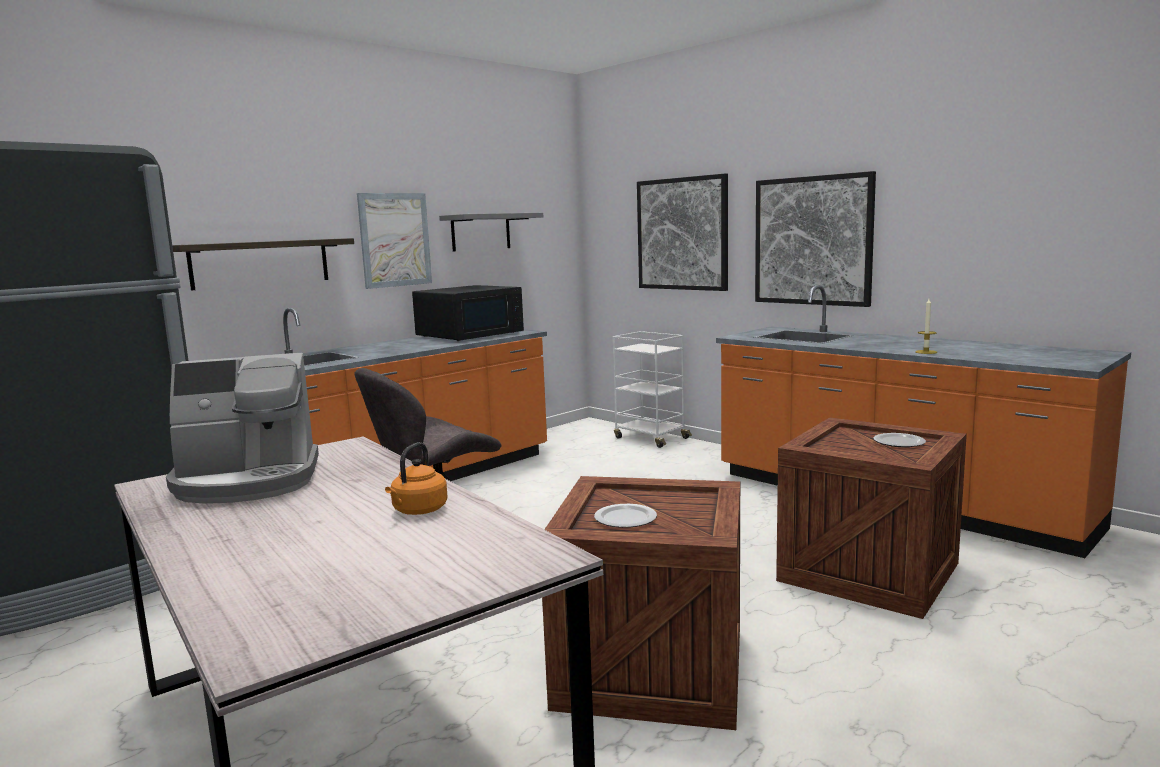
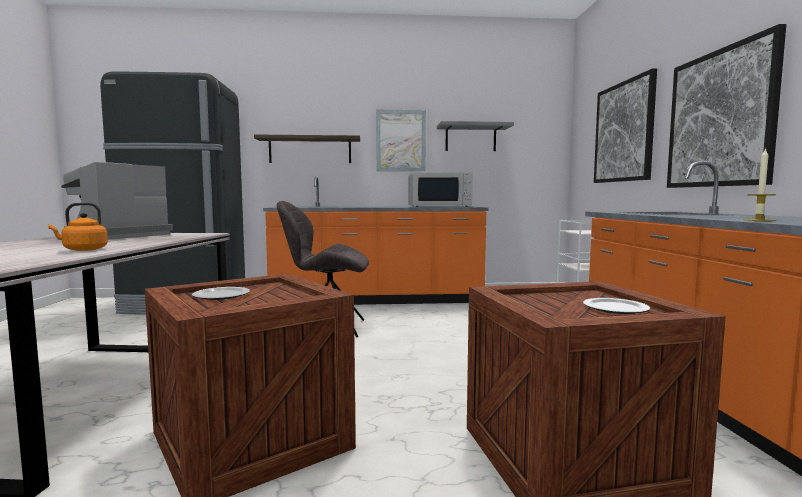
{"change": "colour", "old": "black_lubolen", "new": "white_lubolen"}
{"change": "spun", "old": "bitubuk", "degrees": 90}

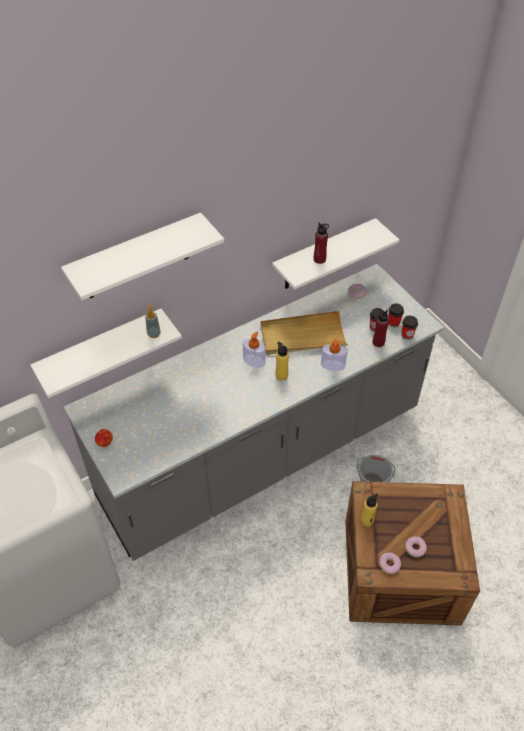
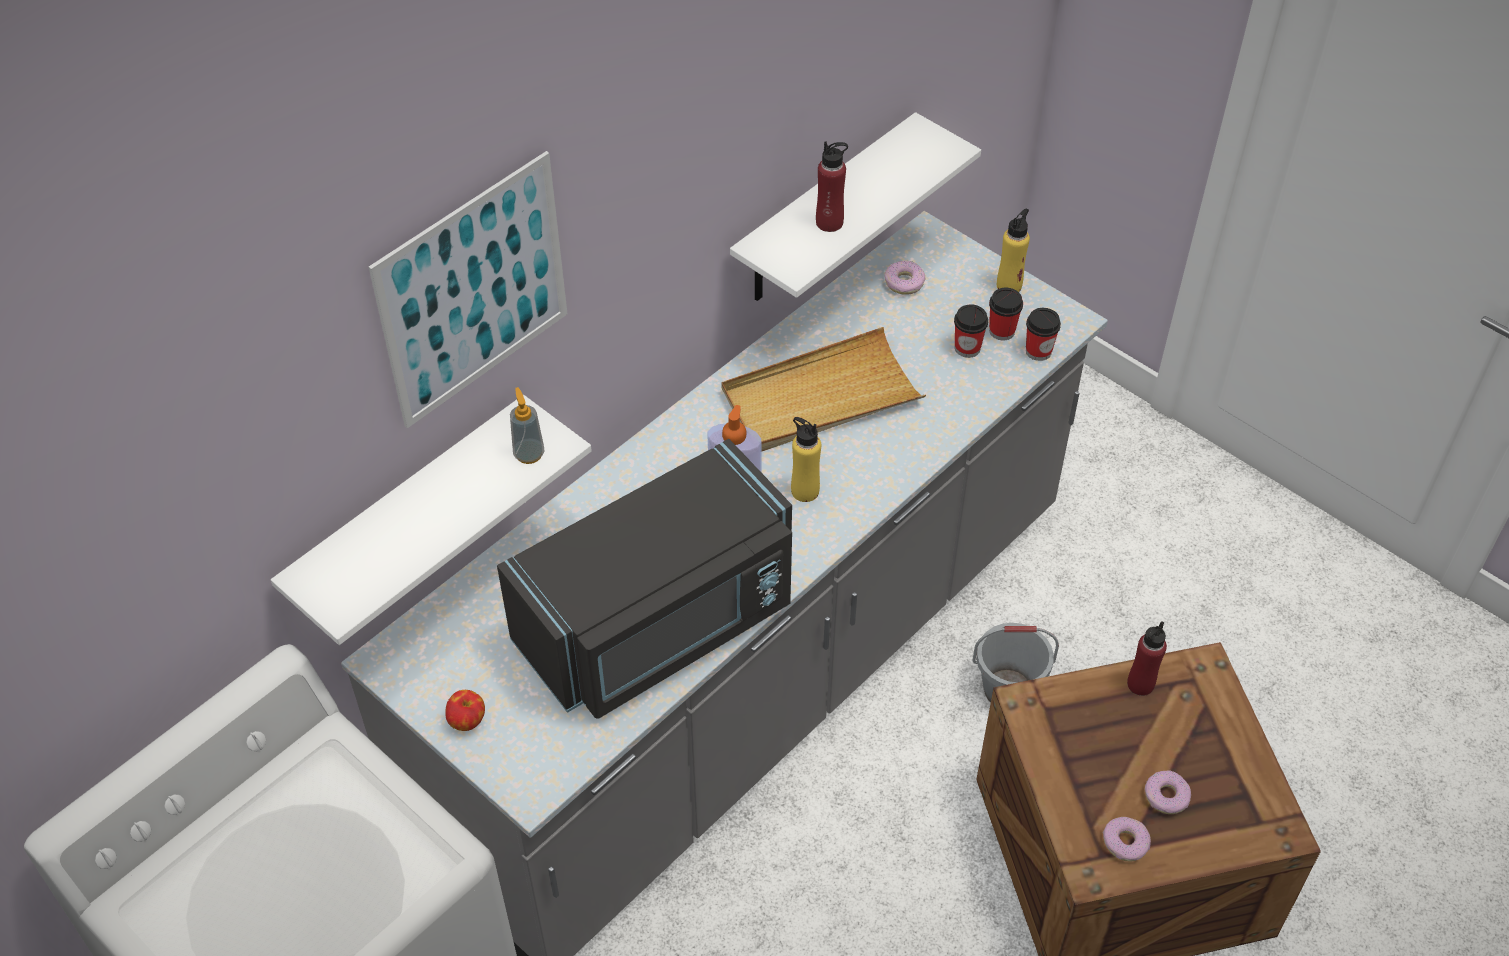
{"change": "exchanged", "old": "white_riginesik (no. 2 from left)", "new": "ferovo"}
{"change": "relocated", "old": "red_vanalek (no. 2 from left)"}
{"change": "missing", "old": "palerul (no. 3 from left)"}
{"change": "relocated", "old": "yellow_vanalek (no. 2 from left)"}
{"change": "appeared", "new": "black_lubolen"}

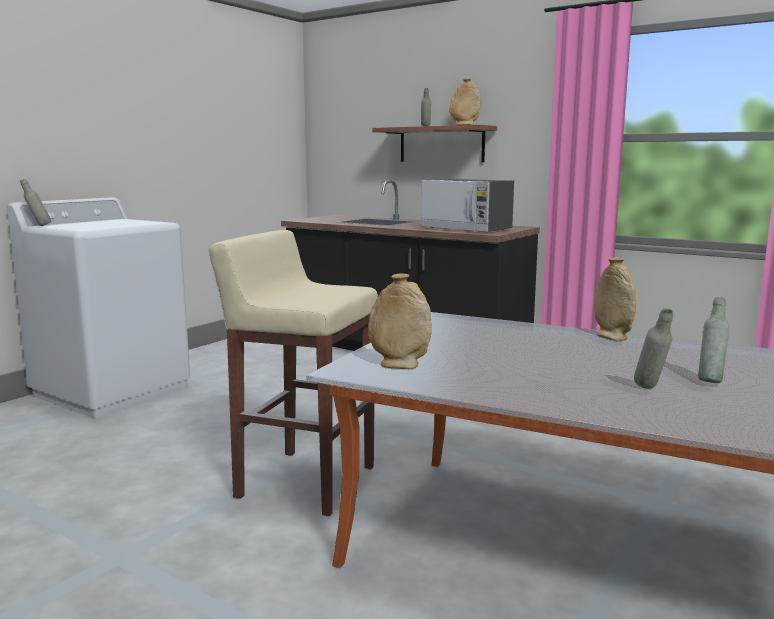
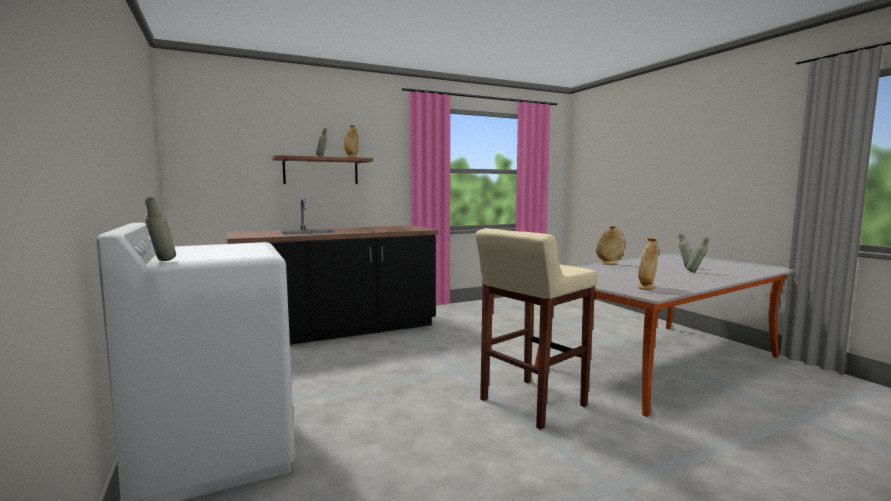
{"change": "missing", "old": "lubolen"}

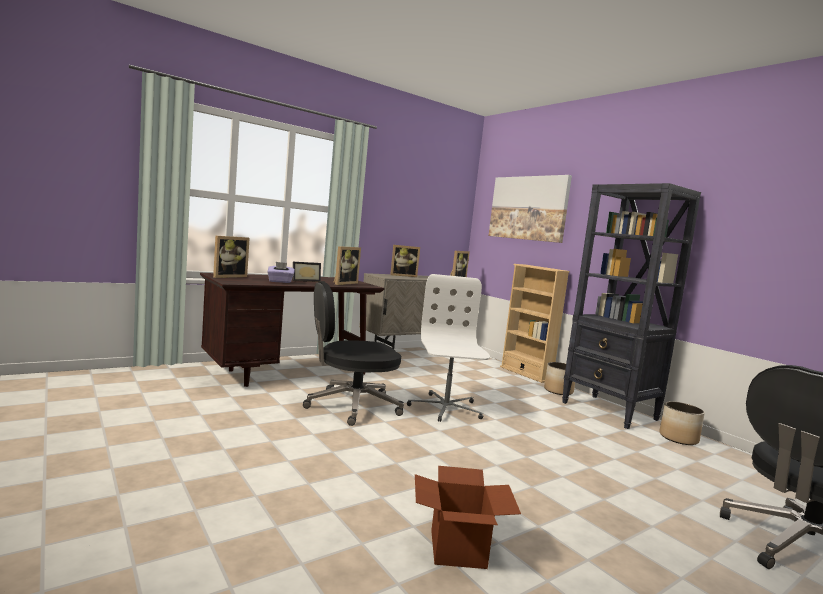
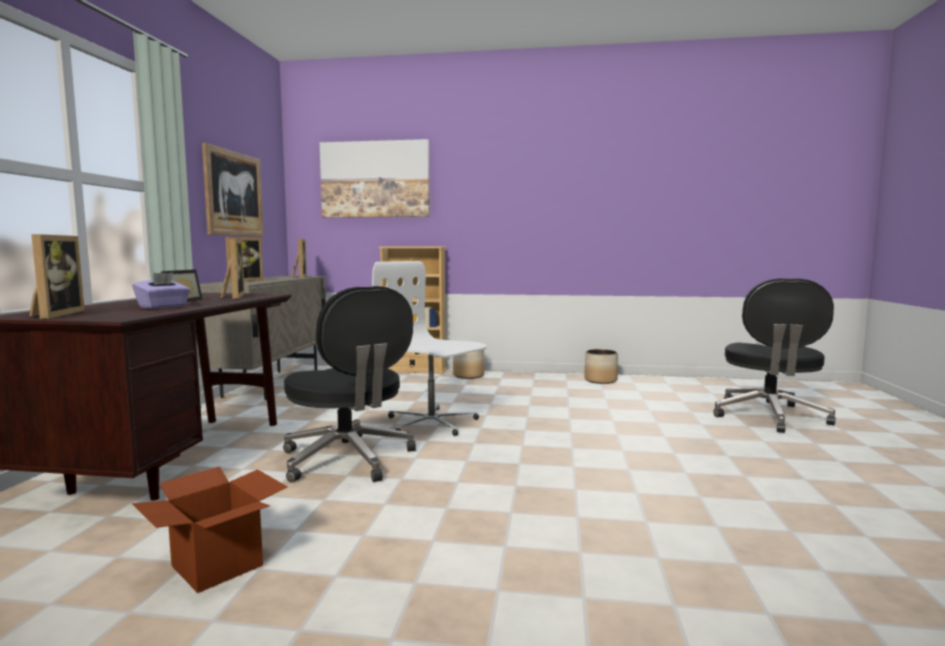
{"change": "missing", "old": "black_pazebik"}
{"change": "spun", "old": "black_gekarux (no. 1 from left)", "degrees": -60}
{"change": "relocated", "old": "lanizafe"}
{"change": "appeared", "new": "ferovo (no. 1 from left)"}

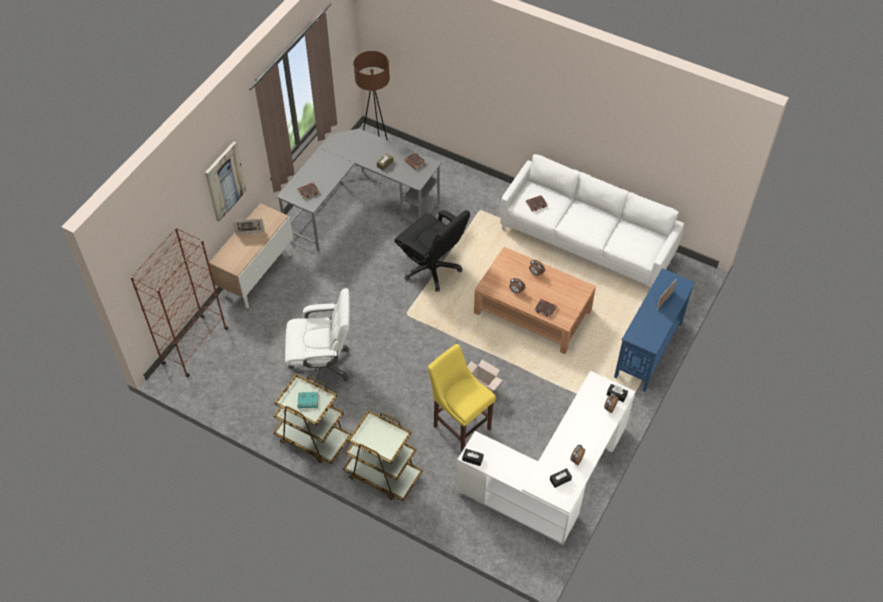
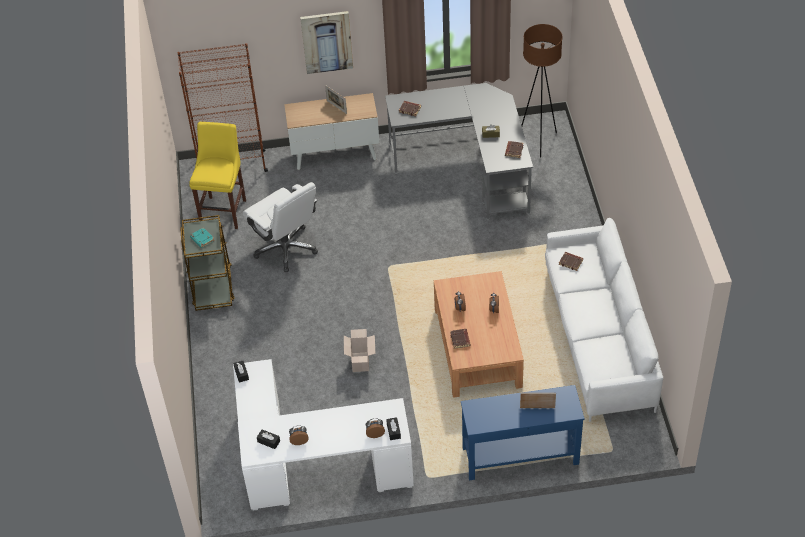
{"change": "missing", "old": "black_gekarux"}
{"change": "relocated", "old": "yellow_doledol"}
{"change": "missing", "old": "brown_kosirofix (no. 2 from left)"}

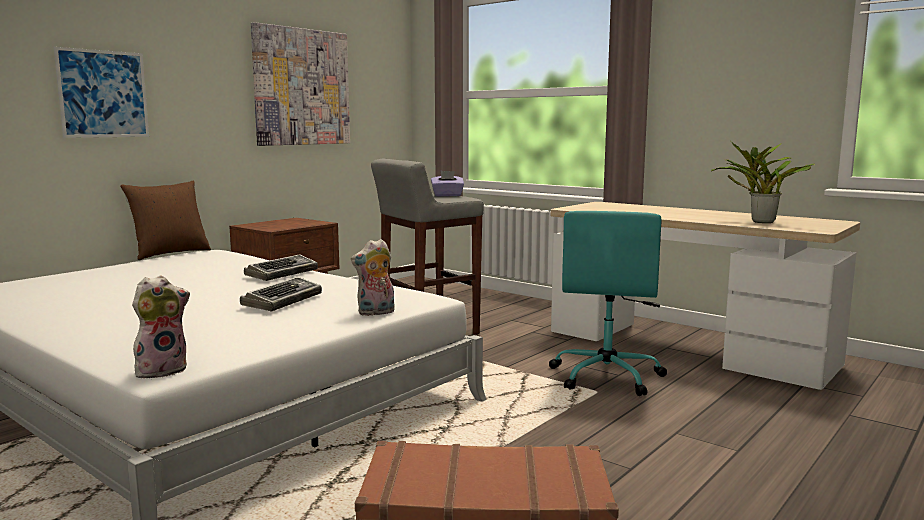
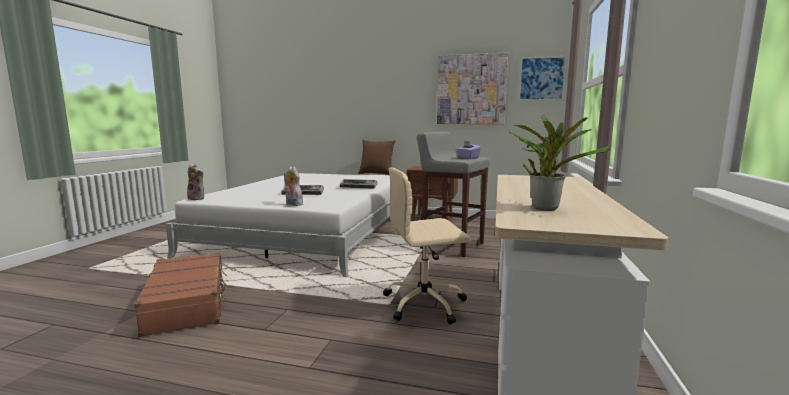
{"change": "relocated", "old": "ferovo (no. 1 from left in the first image)", "new": "ferovo (no. 2 from left)"}
{"change": "colour", "old": "turquoise_gekarux", "new": "beige_gekarux"}

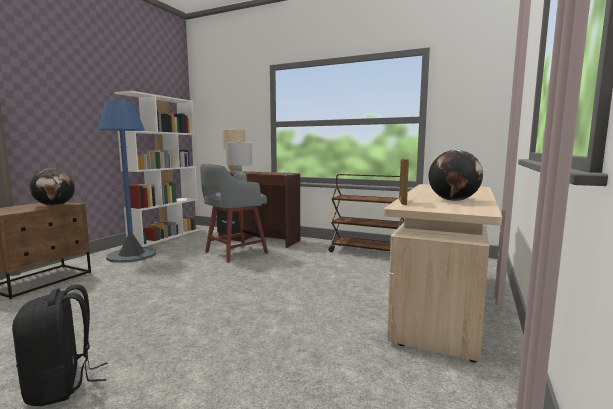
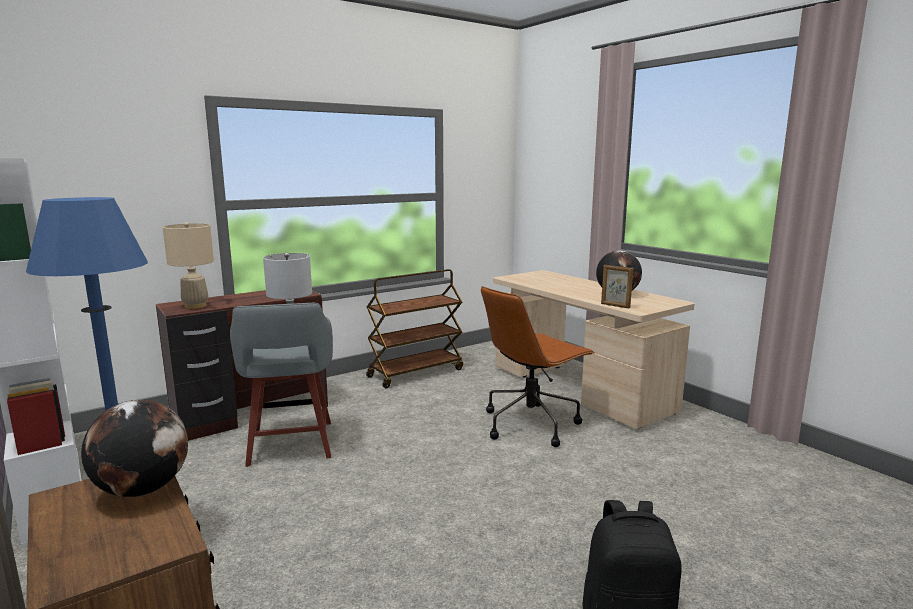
{"change": "appeared", "new": "brown_gekarux"}

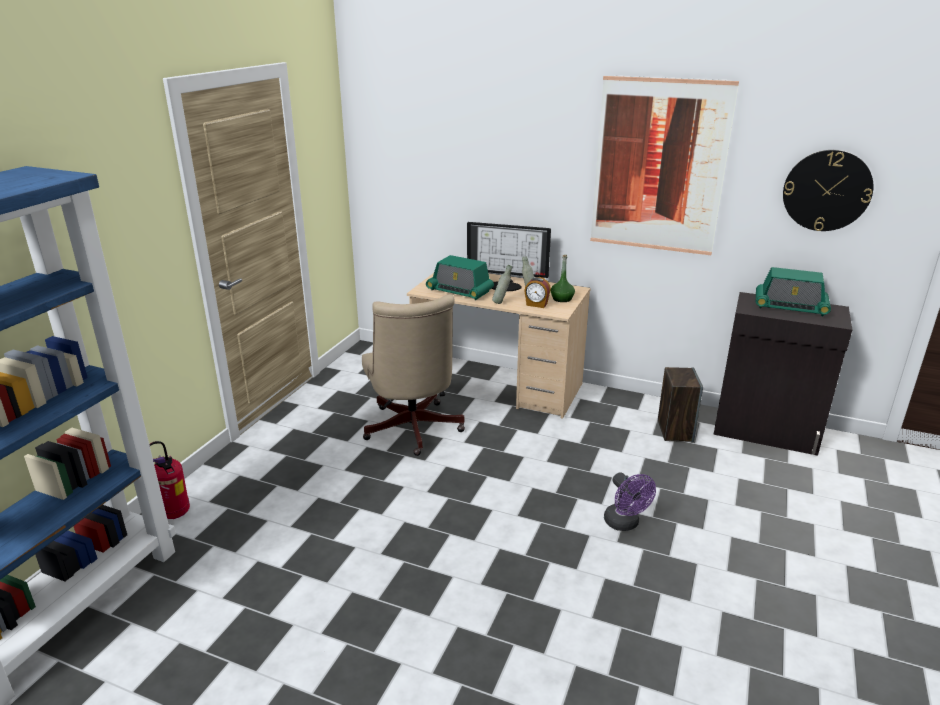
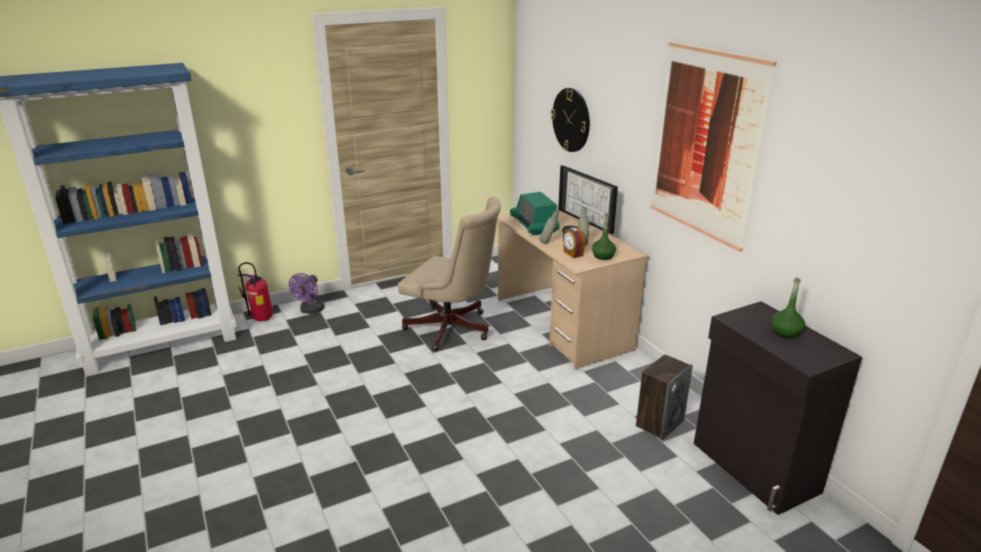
{"change": "relocated", "old": "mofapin"}
{"change": "exchanged", "old": "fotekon (no. 2 from left)", "new": "green_vanalek (no. 2 from left)"}
{"change": "spun", "old": "beige_gekarux", "degrees": -90}
{"change": "relocated", "old": "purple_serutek"}

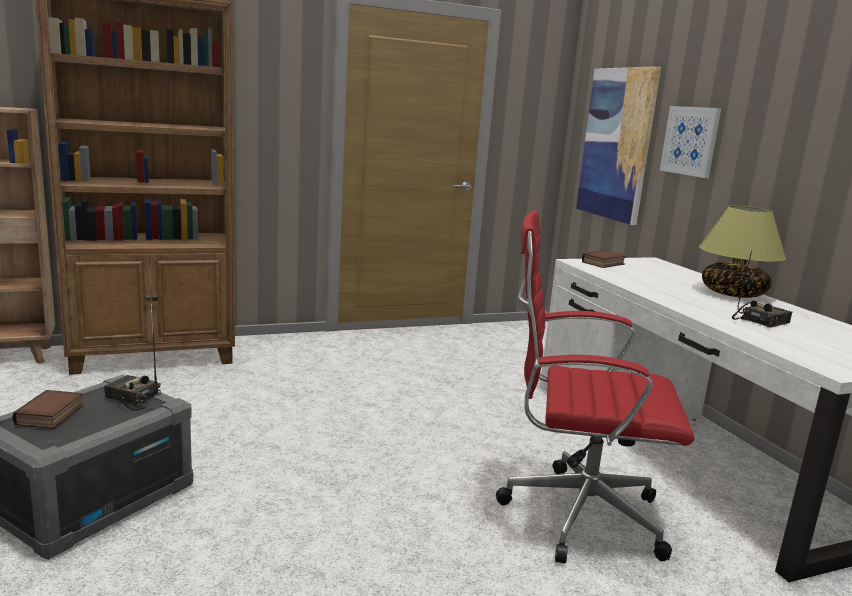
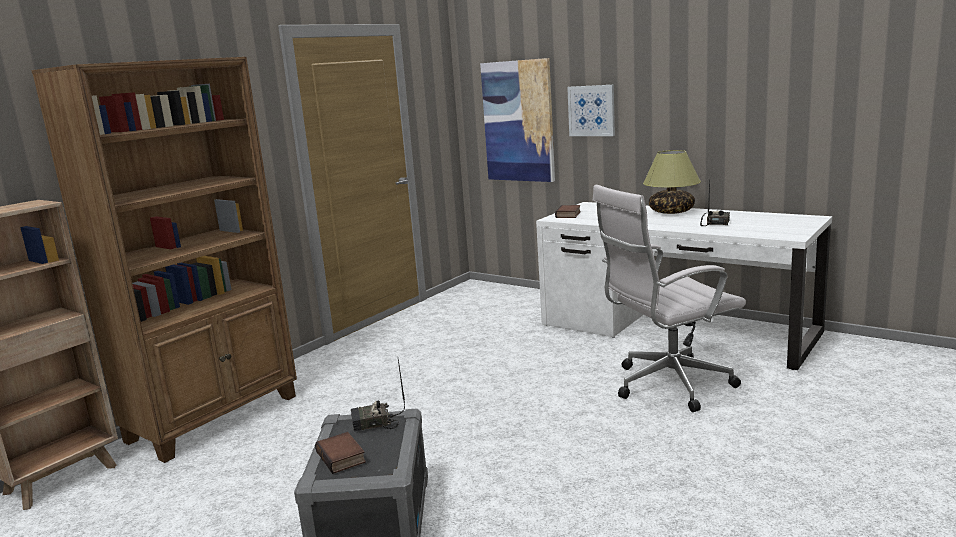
{"change": "colour", "old": "red_gekarux", "new": "white_gekarux"}

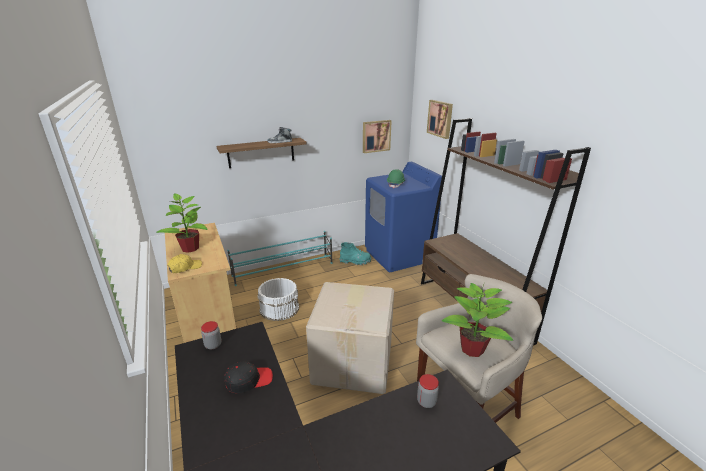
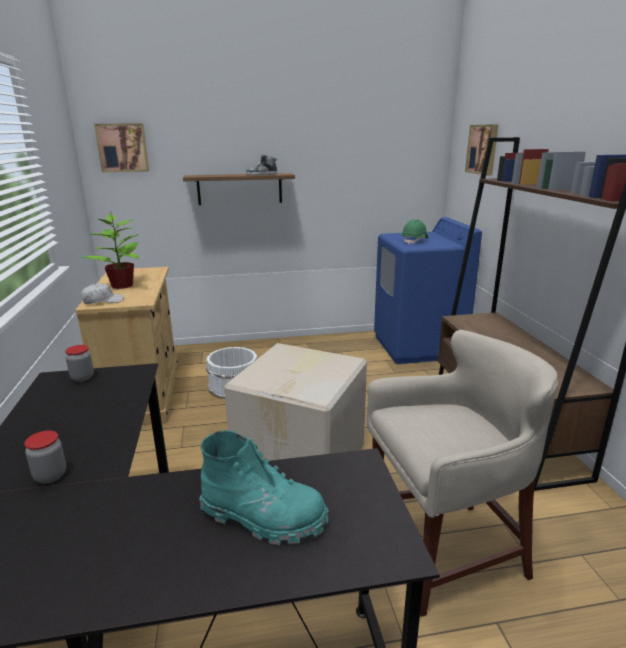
{"change": "relocated", "old": "ferovo (no. 1 from left)"}
{"change": "missing", "old": "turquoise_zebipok"}
{"change": "relocated", "old": "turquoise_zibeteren"}
{"change": "colour", "old": "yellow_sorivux", "new": "white_sorivux"}
{"change": "missing", "old": "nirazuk (no. 2 from left)"}
{"change": "missing", "old": "black_sorivux"}
{"change": "relocated", "old": "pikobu (no. 2 from left in the first image)", "new": "pikobu (no. 1 from left)"}

